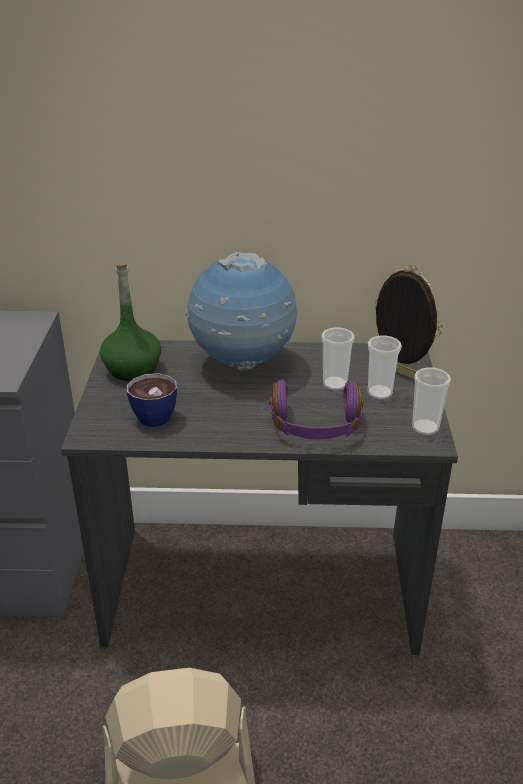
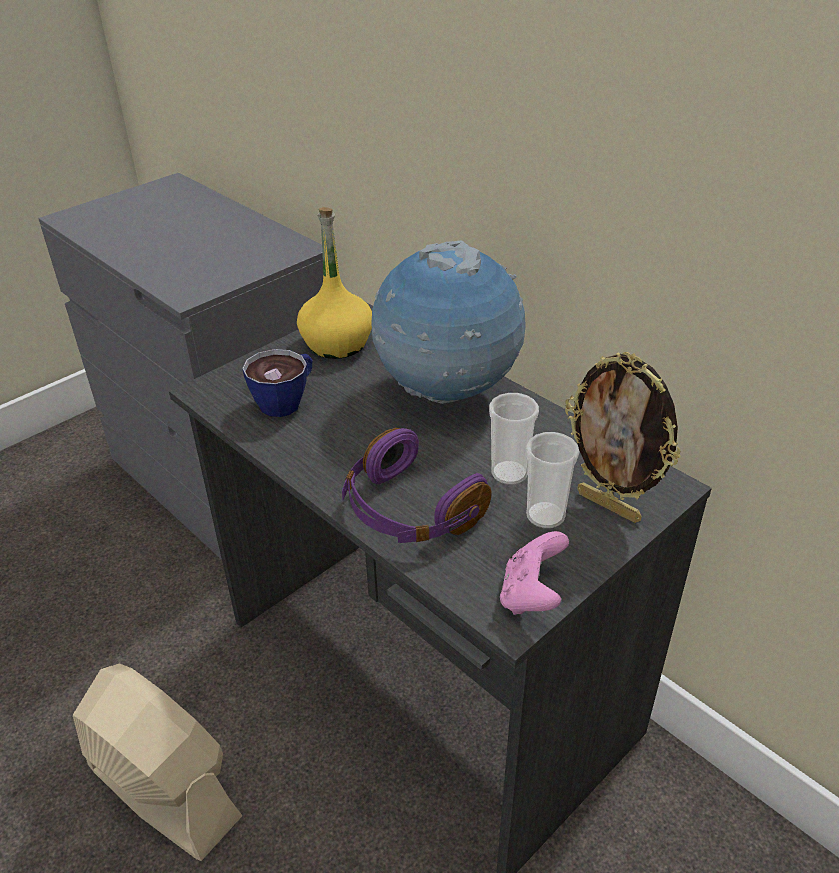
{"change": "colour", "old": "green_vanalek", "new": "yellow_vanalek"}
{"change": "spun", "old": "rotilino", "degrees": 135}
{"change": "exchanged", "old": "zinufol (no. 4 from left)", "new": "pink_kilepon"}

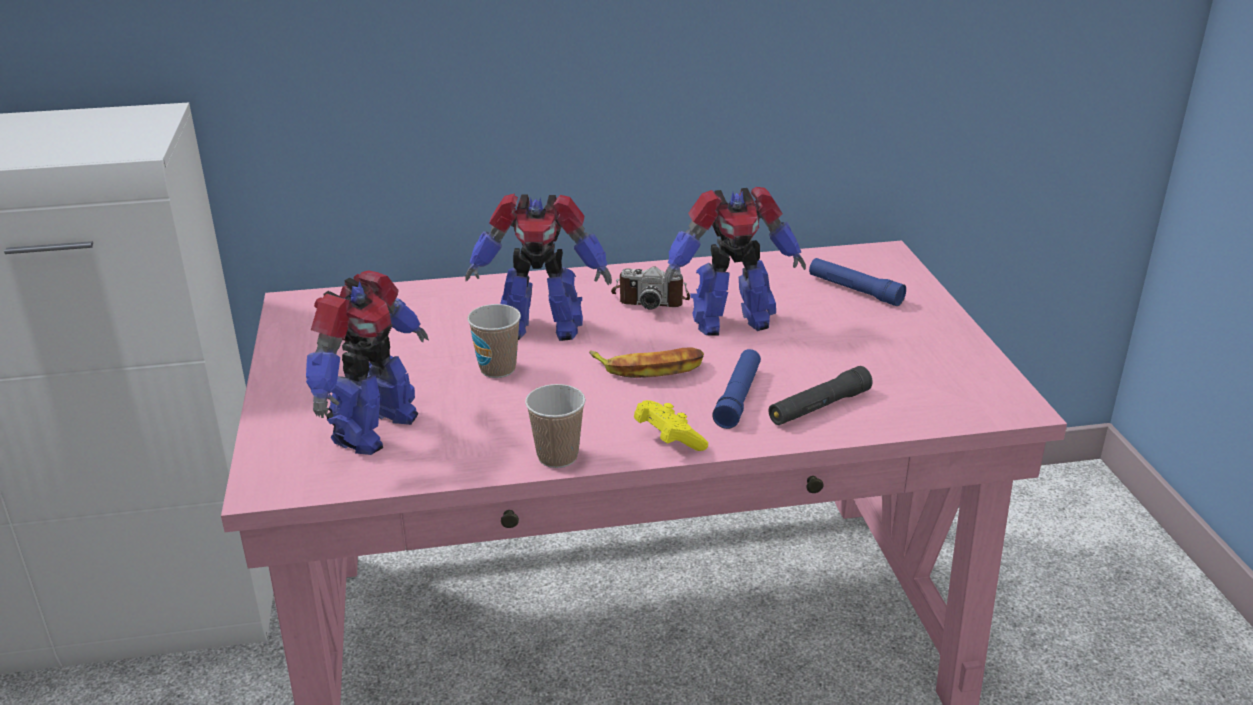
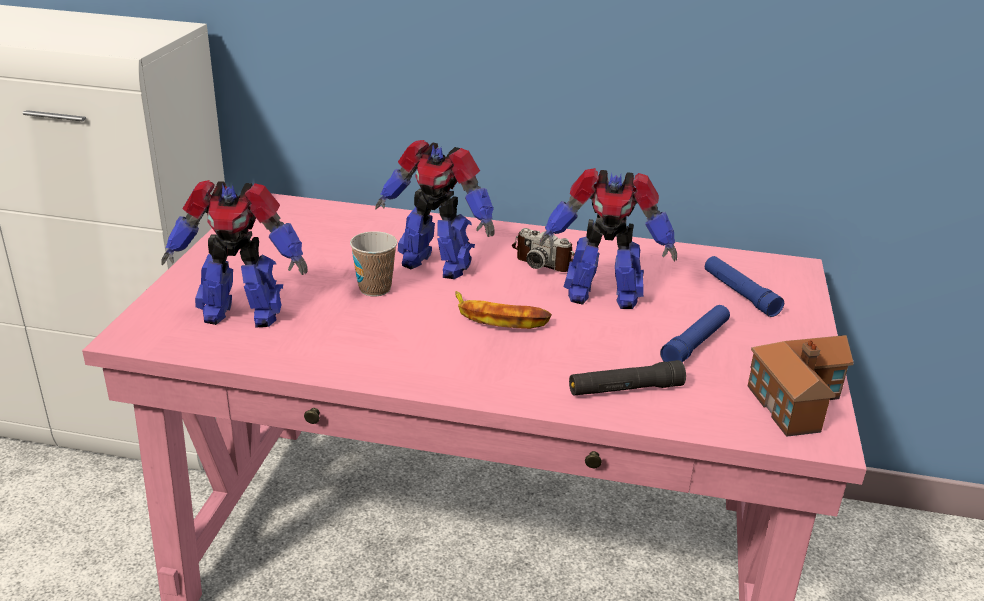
{"change": "spun", "old": "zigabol (no. 1 from left)", "degrees": 45}
{"change": "relocated", "old": "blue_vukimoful (no. 1 from left)"}
{"change": "missing", "old": "zinufol (no. 2 from left)"}
{"change": "missing", "old": "yellow_kilepon"}
{"change": "appeared", "new": "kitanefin"}

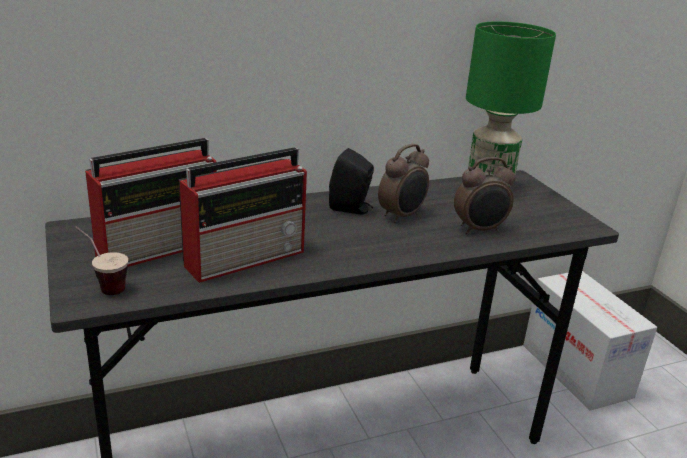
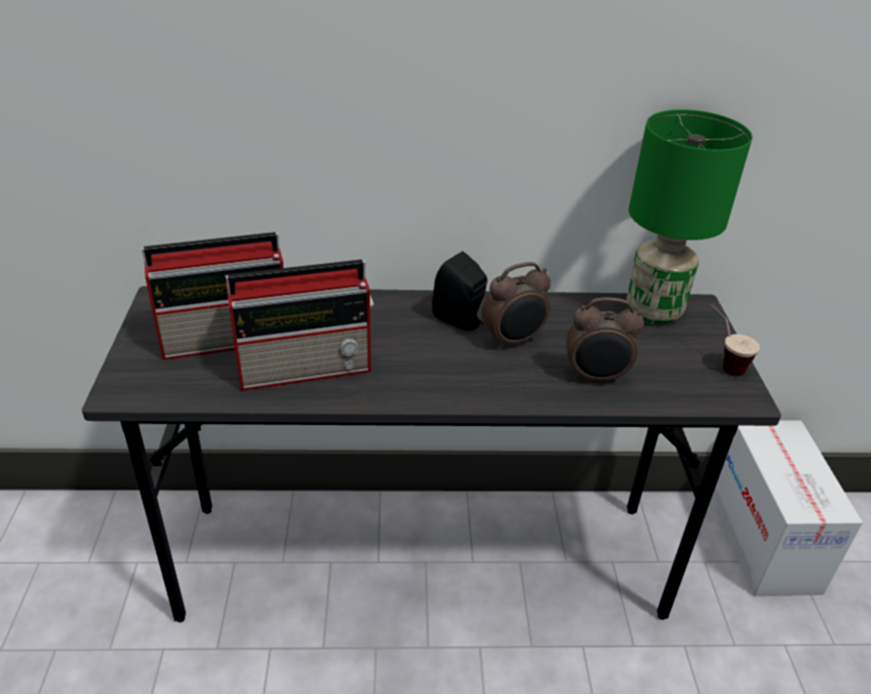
{"change": "relocated", "old": "zinufol"}

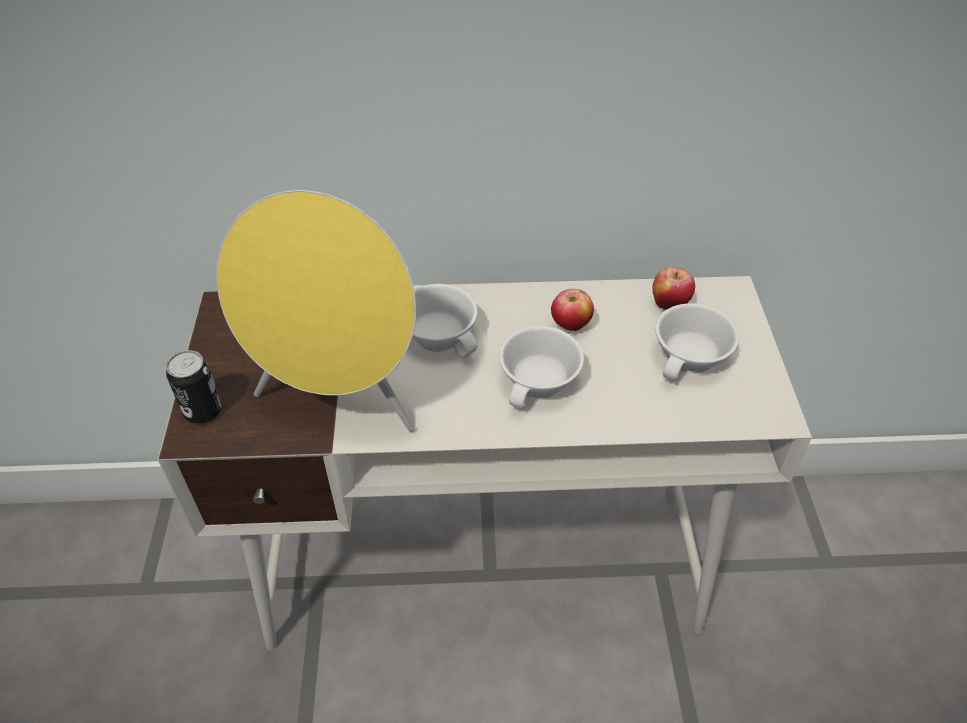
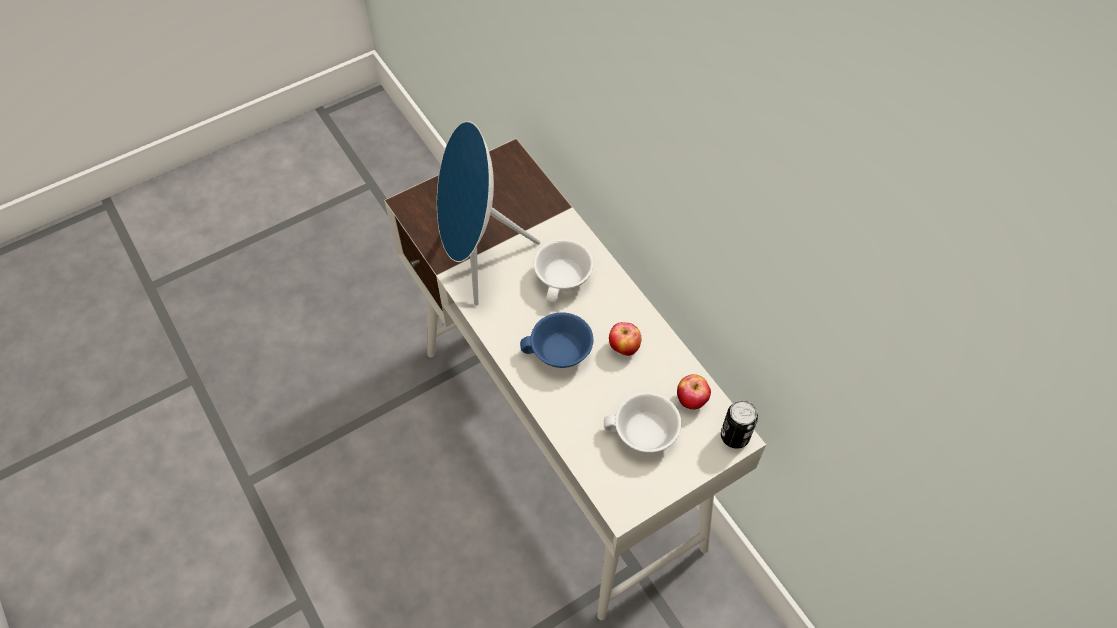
{"change": "colour", "old": "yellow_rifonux", "new": "blue_rifonux"}
{"change": "colour", "old": "white_zinufol (no. 2 from left)", "new": "blue_zinufol"}
{"change": "relocated", "old": "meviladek"}

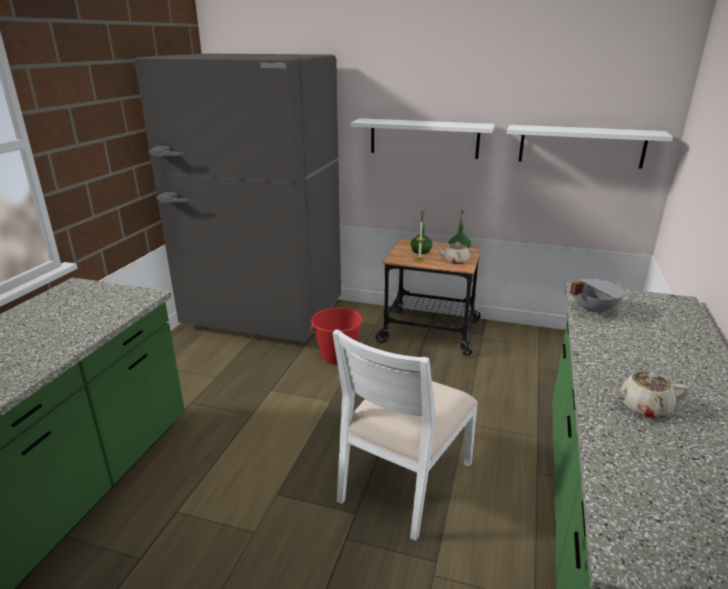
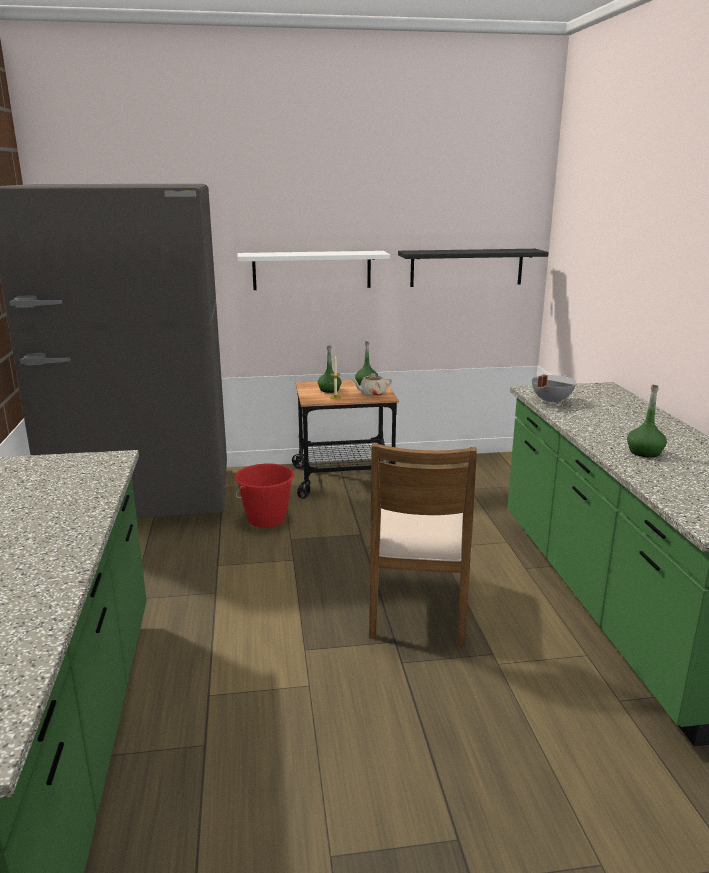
{"change": "colour", "old": "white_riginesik (no. 2 from left)", "new": "black_riginesik"}
{"change": "colour", "old": "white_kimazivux", "new": "brown_kimazivux"}
{"change": "exchanged", "old": "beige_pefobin (no. 2 from left)", "new": "green_vanalek (no. 3 from left)"}

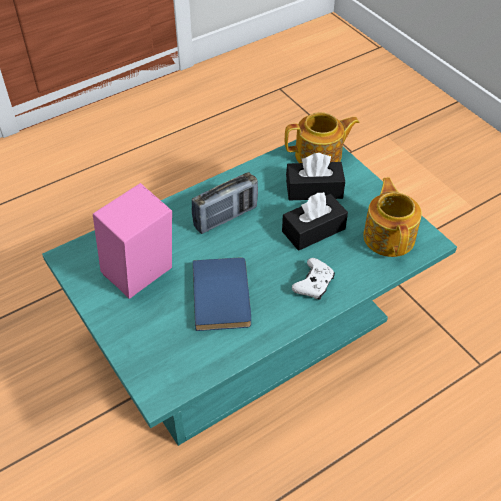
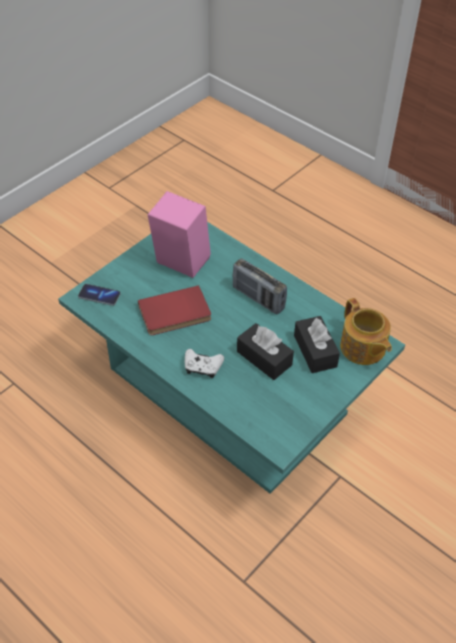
{"change": "missing", "old": "pefobin (no. 2 from left)"}
{"change": "colour", "old": "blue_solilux", "new": "red_solilux"}
{"change": "appeared", "new": "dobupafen"}

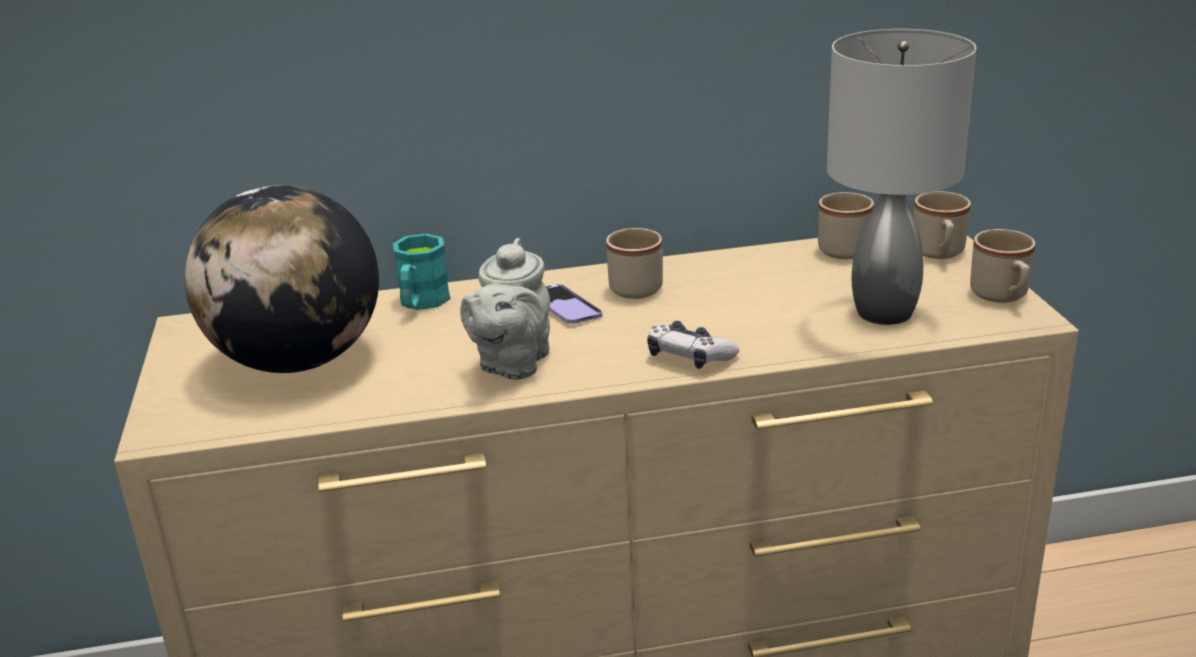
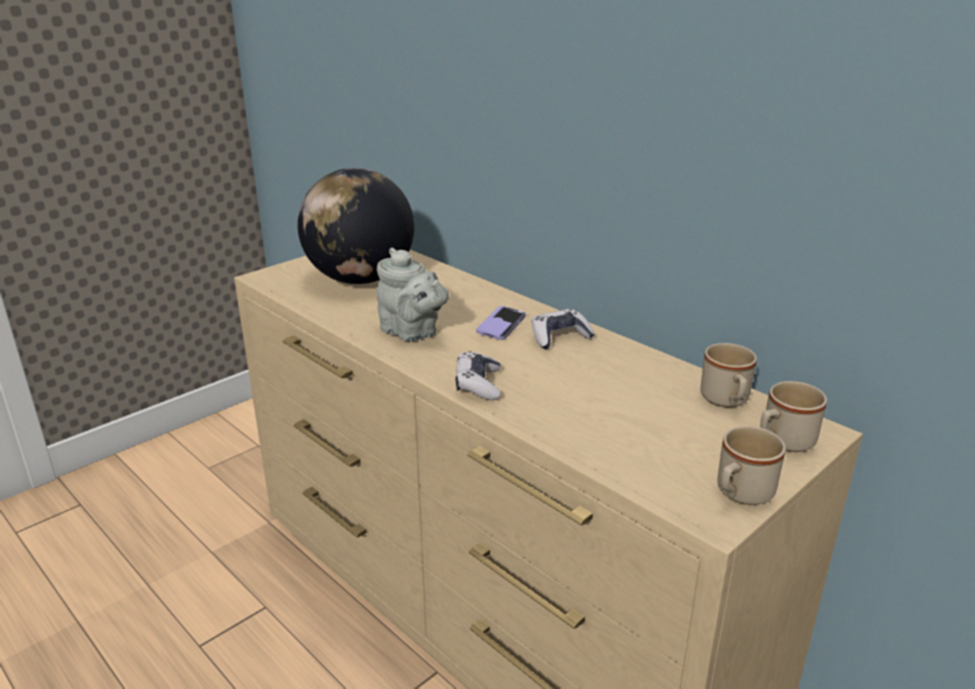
{"change": "missing", "old": "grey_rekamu"}
{"change": "exchanged", "old": "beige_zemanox (no. 1 from left)", "new": "kilepon (no. 2 from left)"}
{"change": "missing", "old": "turquoise_zemanox"}
{"change": "spun", "old": "grey_pefobin", "degrees": -120}

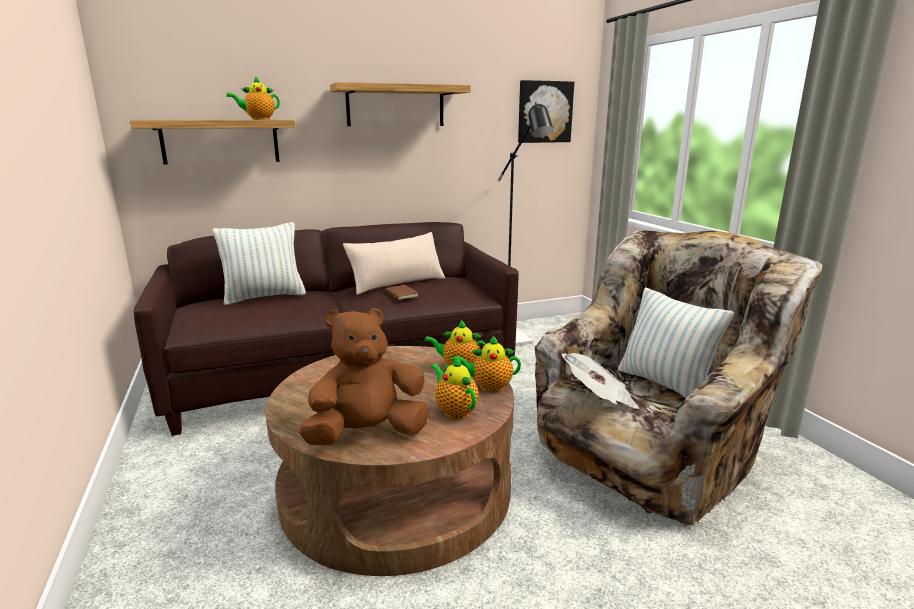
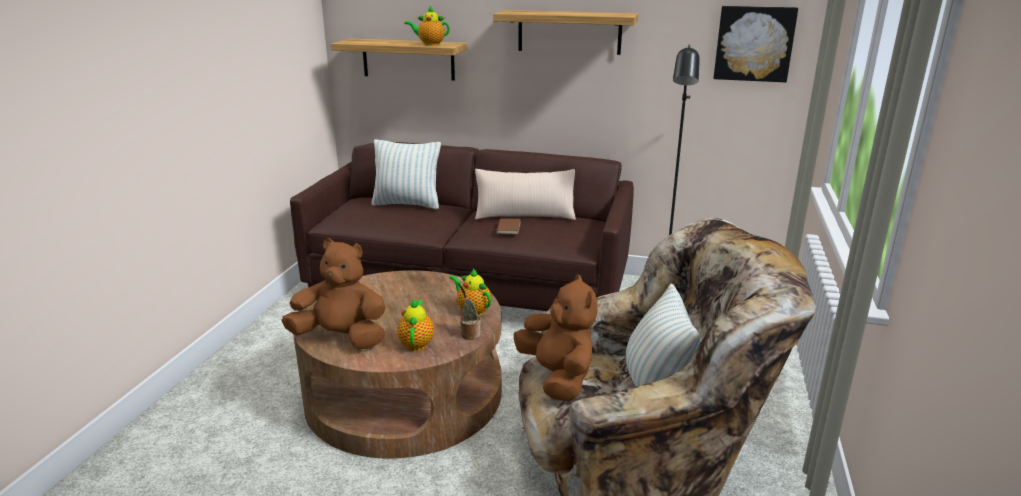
{"change": "exchanged", "old": "pefobin (no. 4 from left)", "new": "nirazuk"}
{"change": "exchanged", "old": "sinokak", "new": "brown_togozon (no. 2 from left)"}

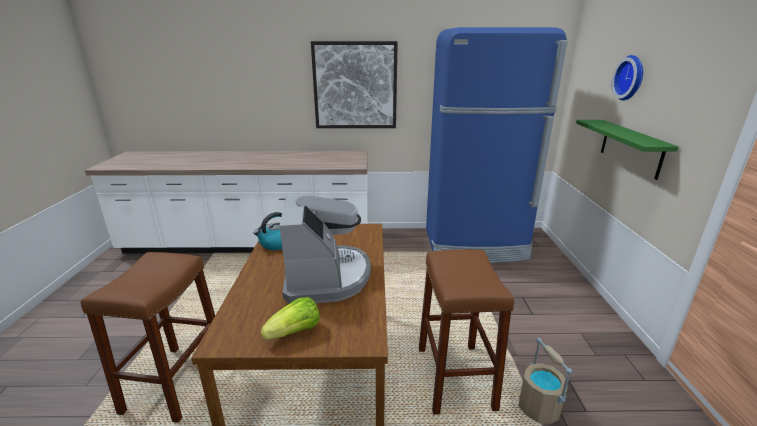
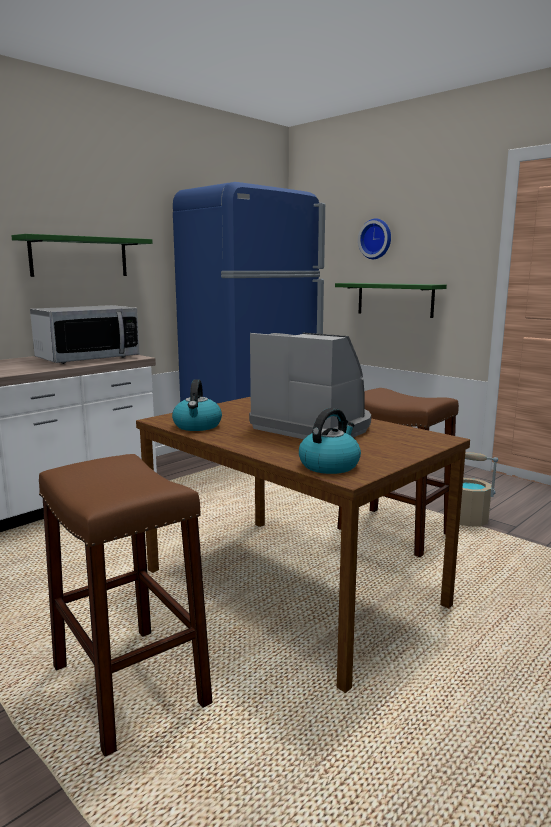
{"change": "exchanged", "old": "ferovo", "new": "green_riginesik (no. 1 from left)"}
{"change": "missing", "old": "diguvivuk"}
{"change": "appeared", "new": "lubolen"}
{"change": "appeared", "new": "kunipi (no. 2 from left)"}

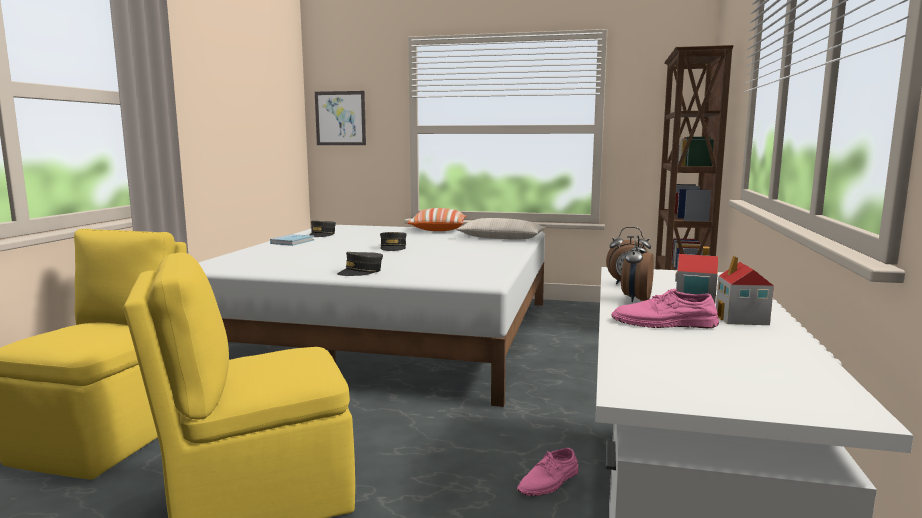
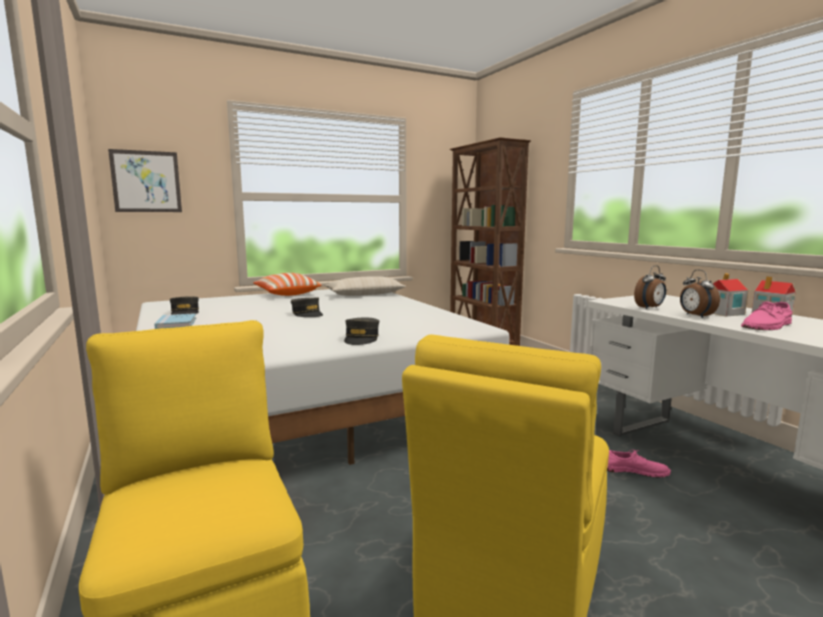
{"change": "spun", "old": "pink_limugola (no. 1 from left)", "degrees": -90}

